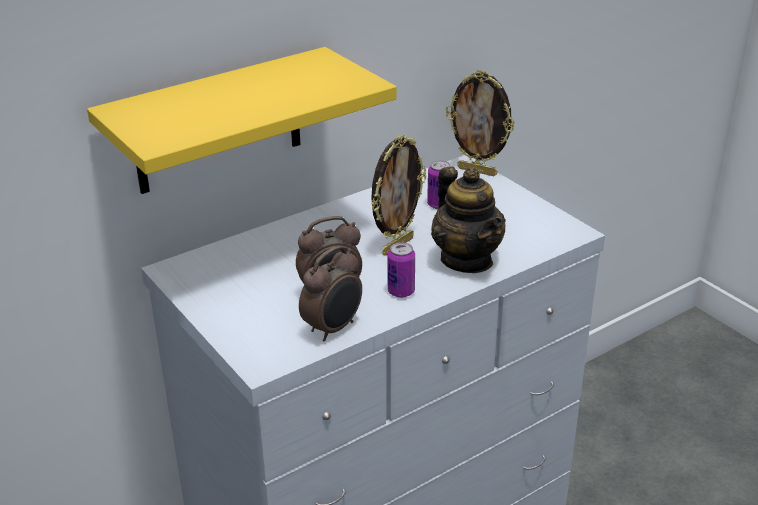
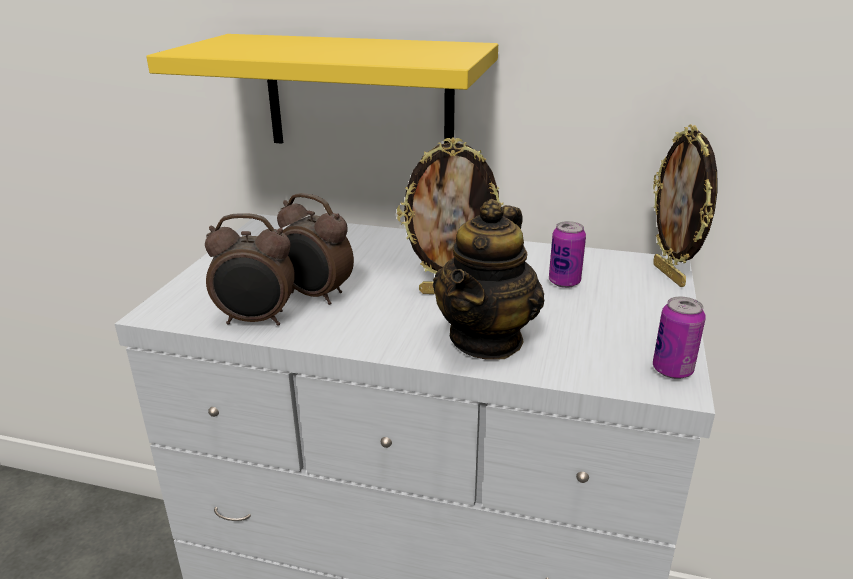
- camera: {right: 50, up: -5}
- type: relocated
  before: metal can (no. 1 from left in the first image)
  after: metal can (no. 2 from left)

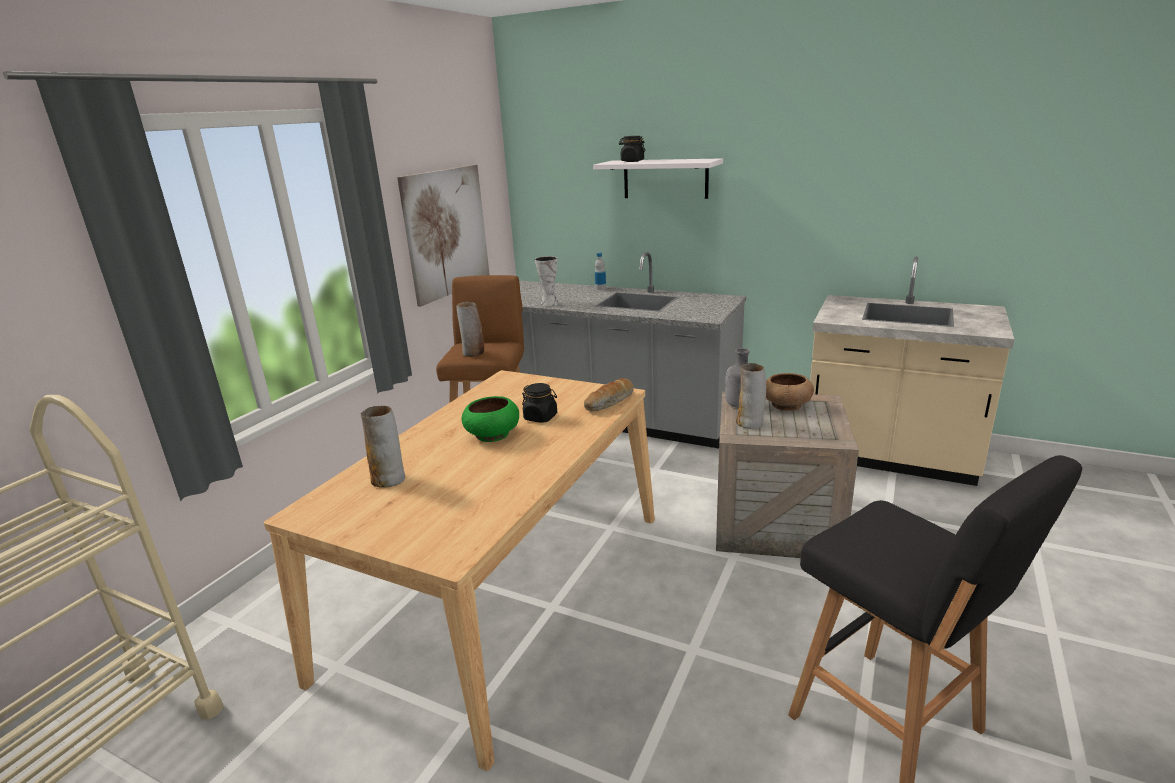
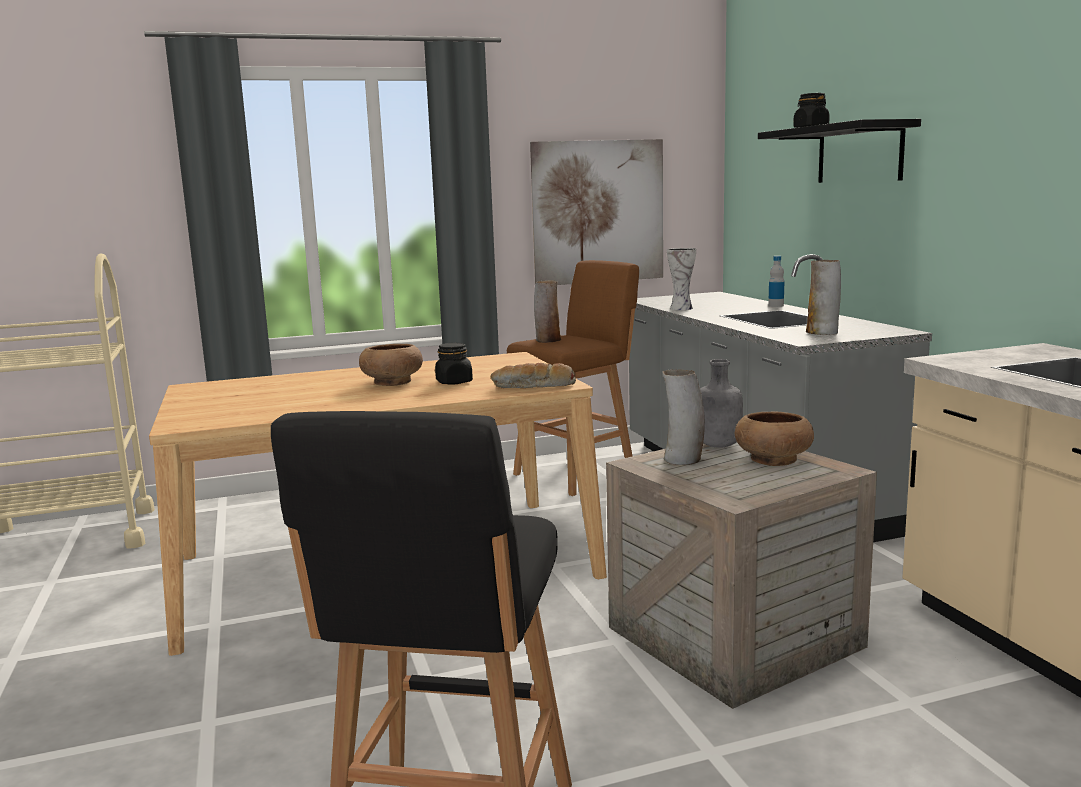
- camera: {right: 45, up: -10}
- type: colour
  before: bracket shelf (white)
  after: bracket shelf (black)
- type: colour
  before: deep dish (green-coloured)
  after: deep dish (brown) (no. 1 from left)
- type: relocated
  before: flower vase (no. 1 from left in the first image)
  after: flower vase (no. 4 from left)

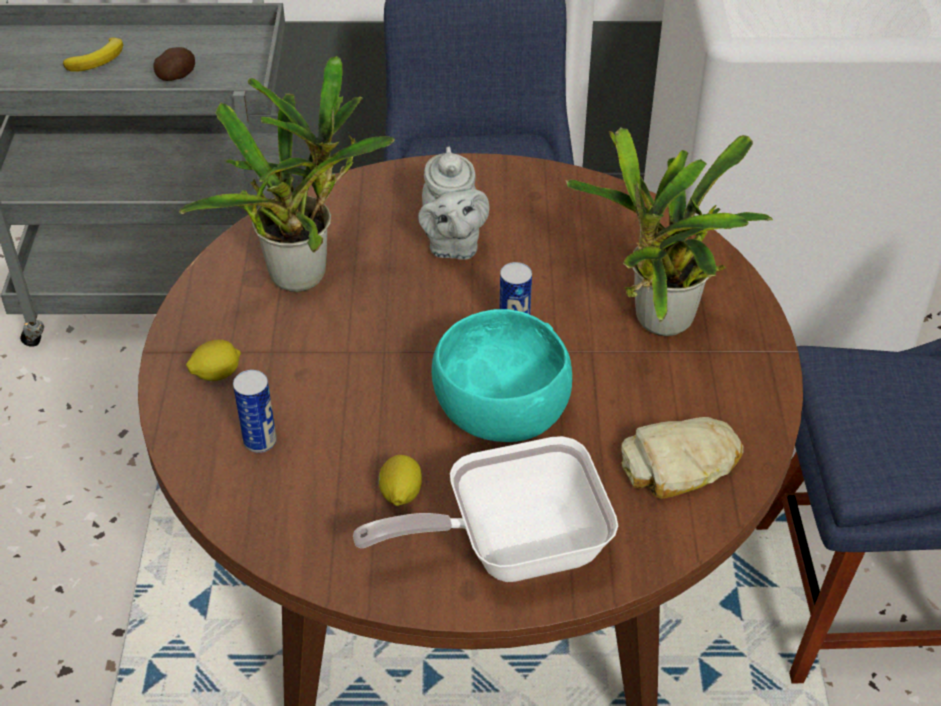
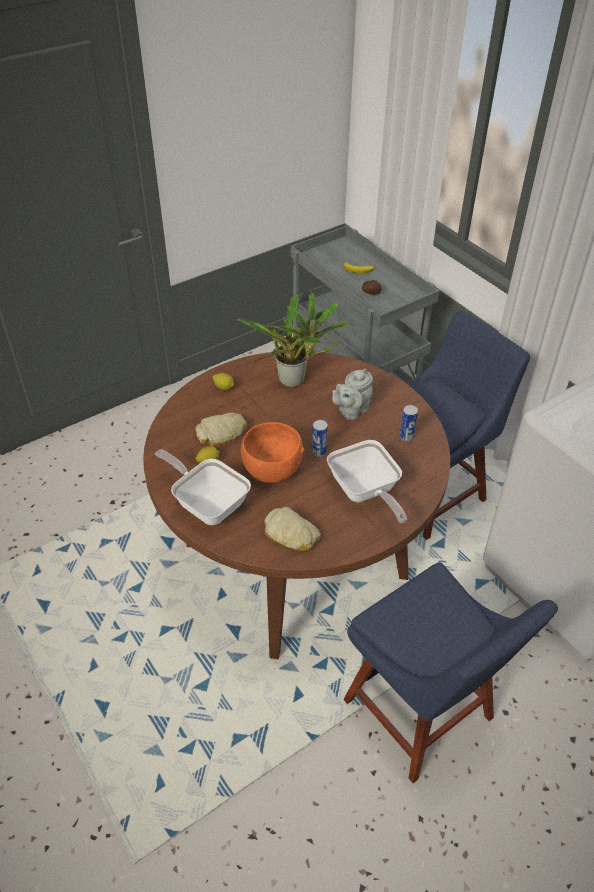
- camera: {right: 55, up: 0}
- type: exchanged
  before: plant in a pot (no. 2 from left)
  after: skillet (no. 2 from left)
- type: colour
  before: deep dish (turquoise-coloured)
  after: deep dish (orangey)
- type: relocated
  before: metal can (no. 1 from left in the first image)
  after: metal can (no. 2 from left)
- type: appeared
  after: bakery bread (no. 1 from left)

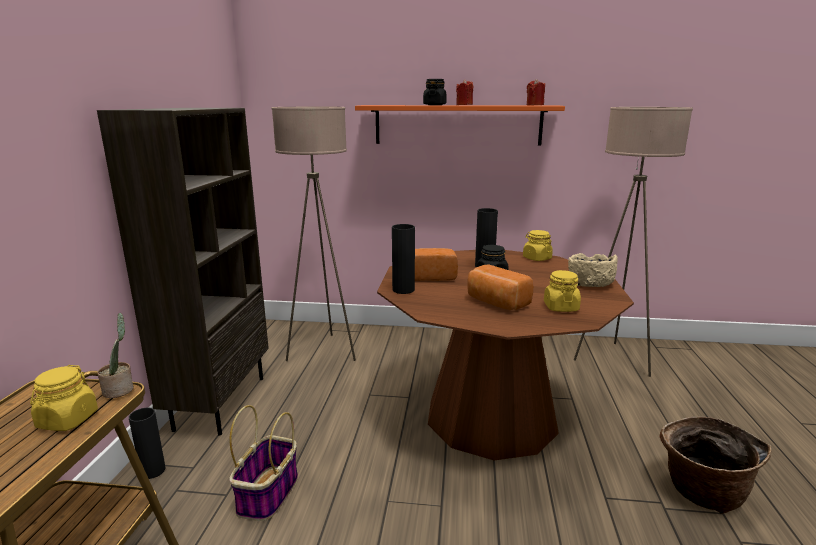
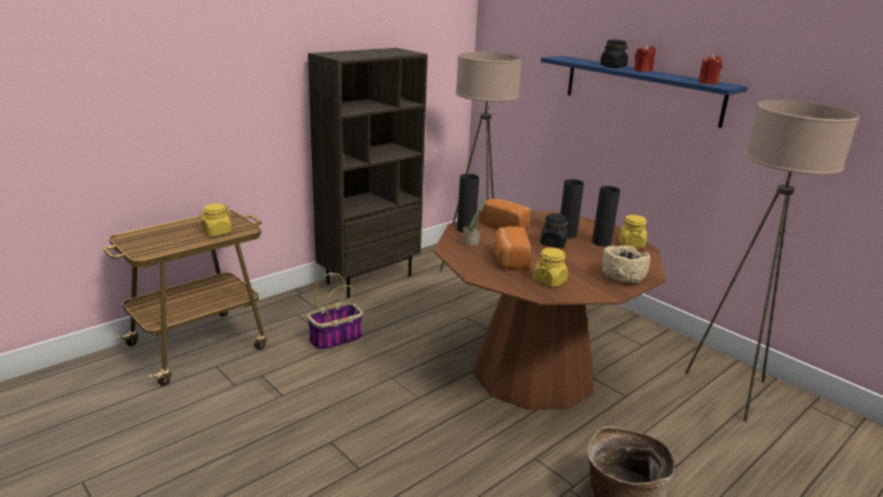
- camera: {right: 40, up: 5}
- type: colour
  before: bracket shelf (orangey)
  after: bracket shelf (blue)
- type: relocated
  before: plant in a pot
- type: relocated
  before: flower vase (black) (no. 1 from left in the first image)
  after: flower vase (black) (no. 3 from left)

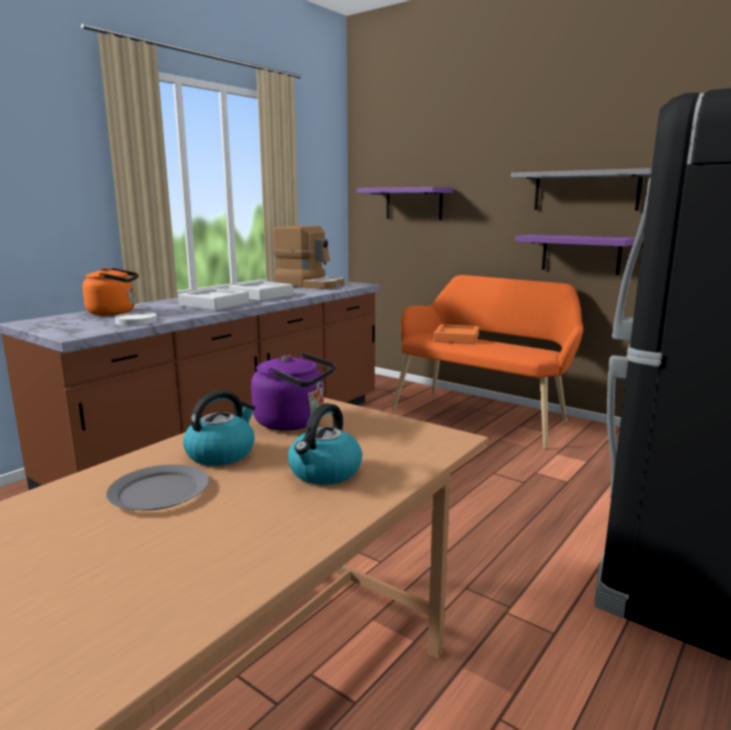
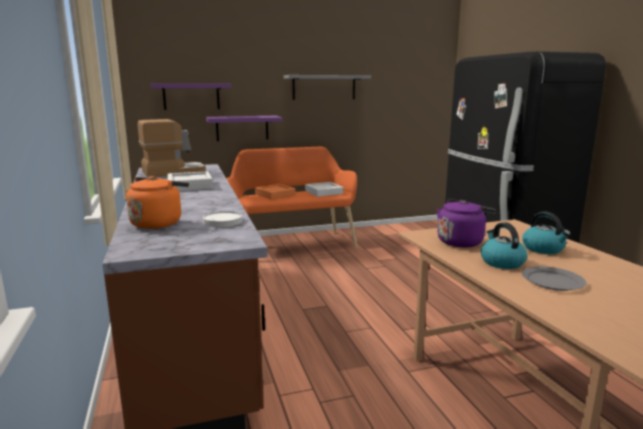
- camera: {right: -55, up: 0}
- type: relocated
  before: bracket shelf (purple-coloured) (no. 2 from left)
- type: relocated
  before: serving tray (gray) (no. 1 from left in the first image)
  after: serving tray (gray) (no. 2 from left)

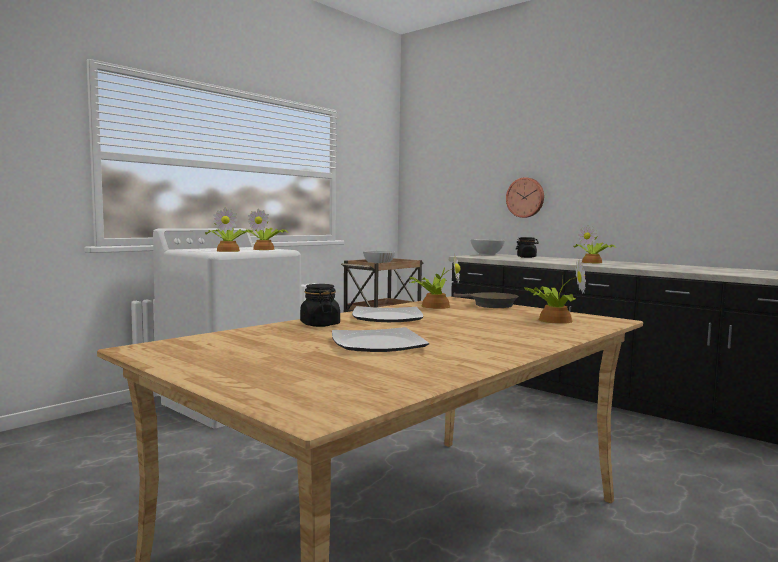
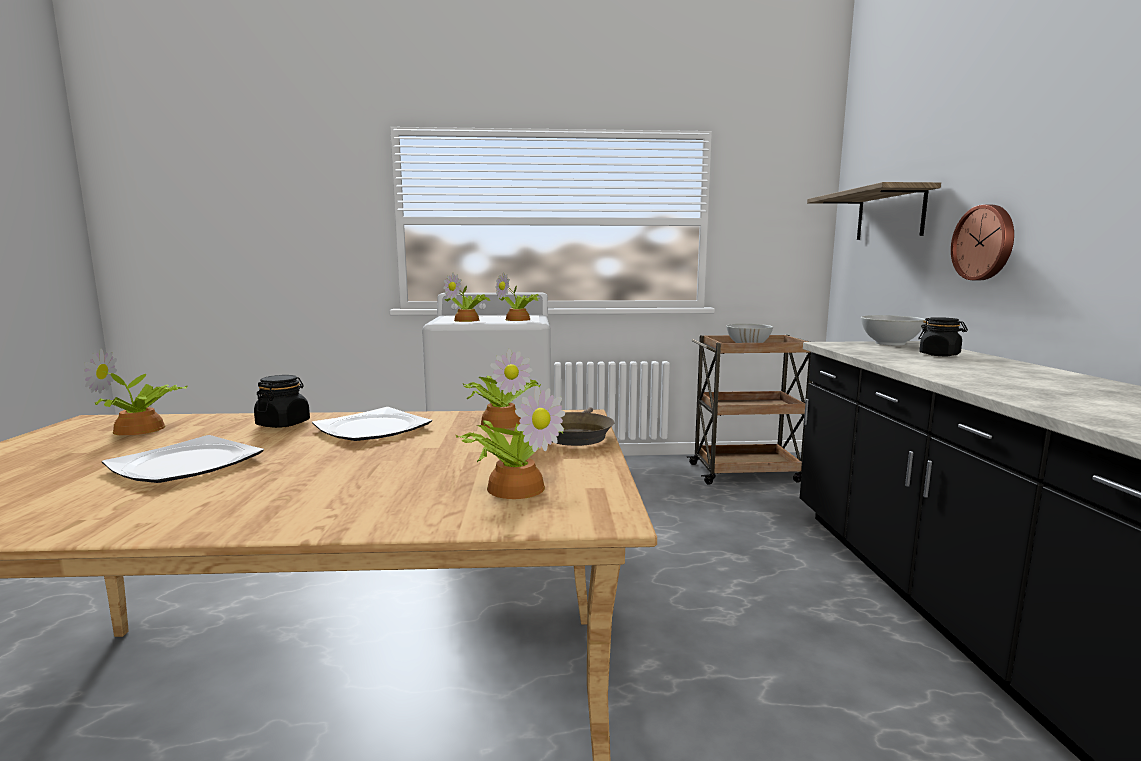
- camera: {right: 45, up: 5}
- type: relocated
  before: plant in a pot (no. 5 from left in the first image)
  after: plant in a pot (no. 1 from left)
- type: appeared
  after: bracket shelf

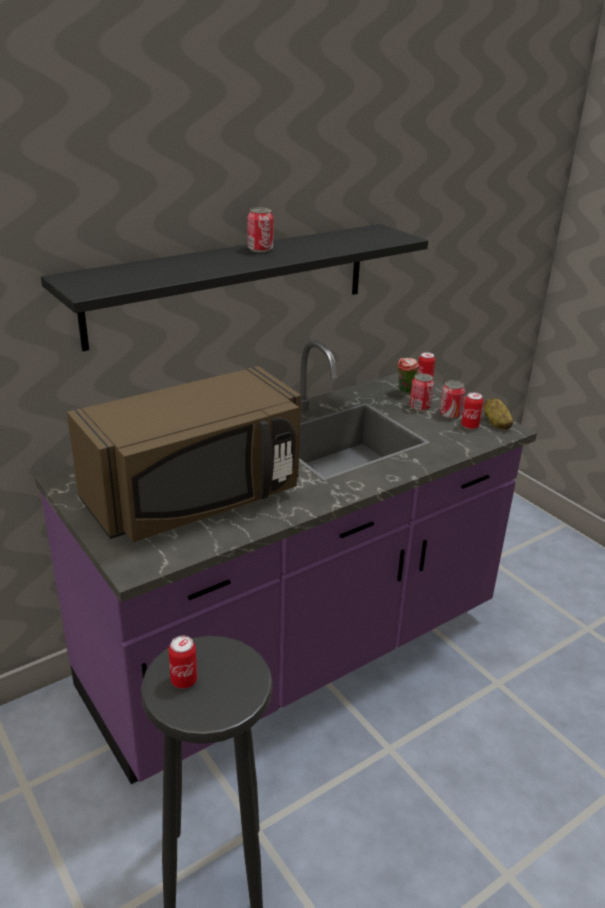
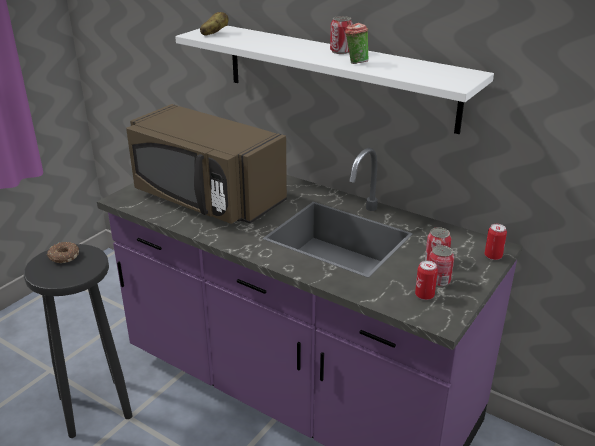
- camera: {right: 70, up: 0}
- type: colour
  before: bracket shelf (black)
  after: bracket shelf (white)
- type: relocated
  before: small cup
- type: relocated
  before: whole potato
- type: exchanged
  before: metal can (no. 1 from left)
  after: donut

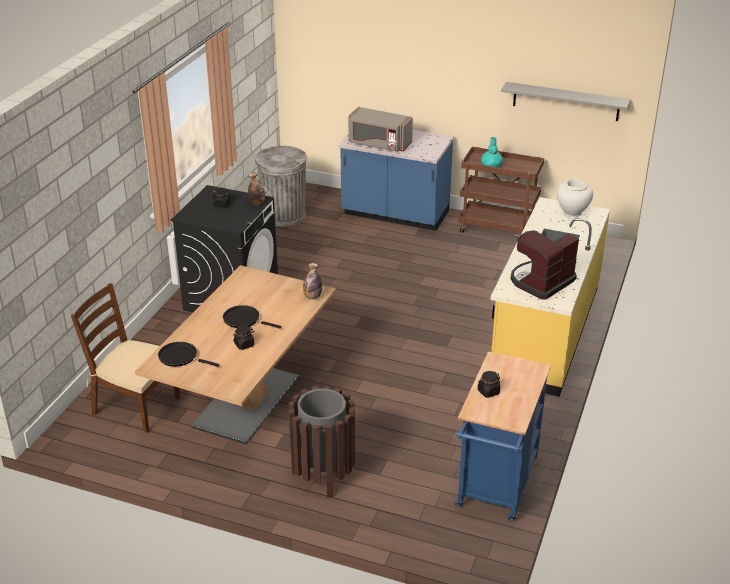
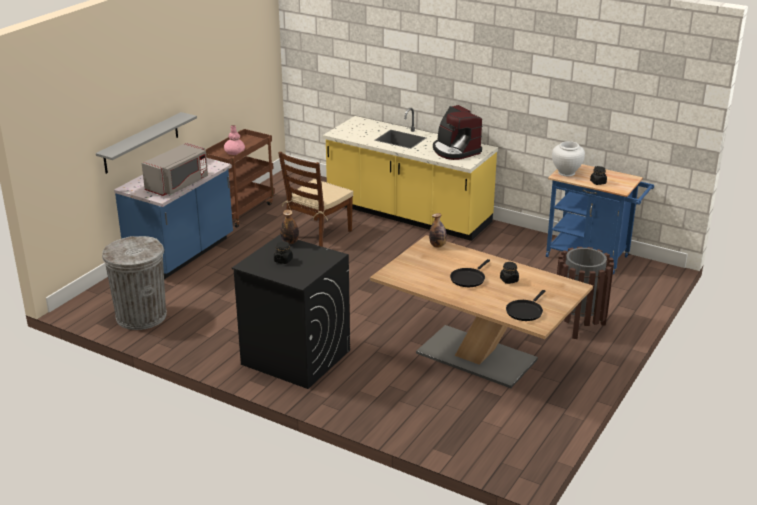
- camera: {right: -80, up: -5}
- type: relocated
  before: bracket shelf (gray)
- type: colour
  before: flower vase (turquoise-coloured)
  after: flower vase (pinkish)
- type: relocated
  before: flower vase (white)
- type: relocated
  before: upright chair (brown)

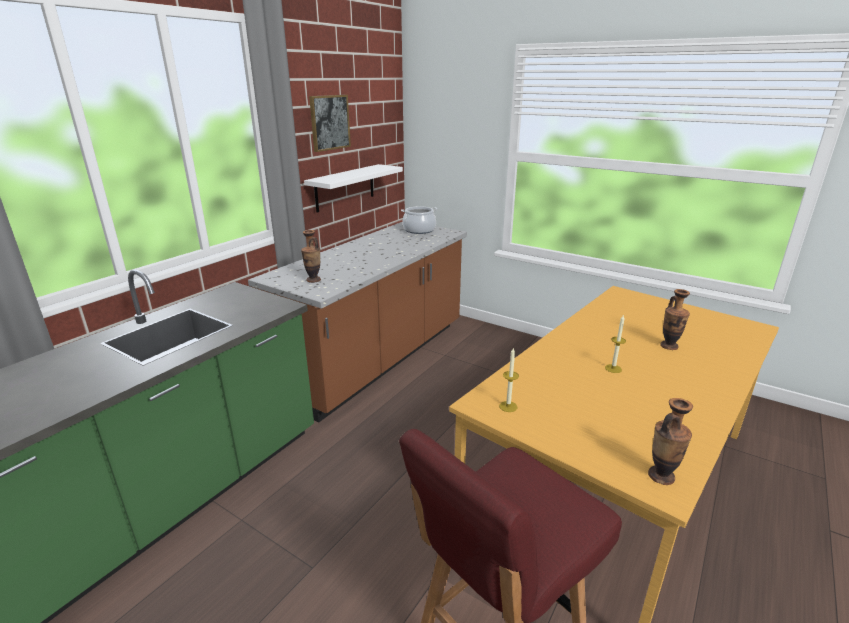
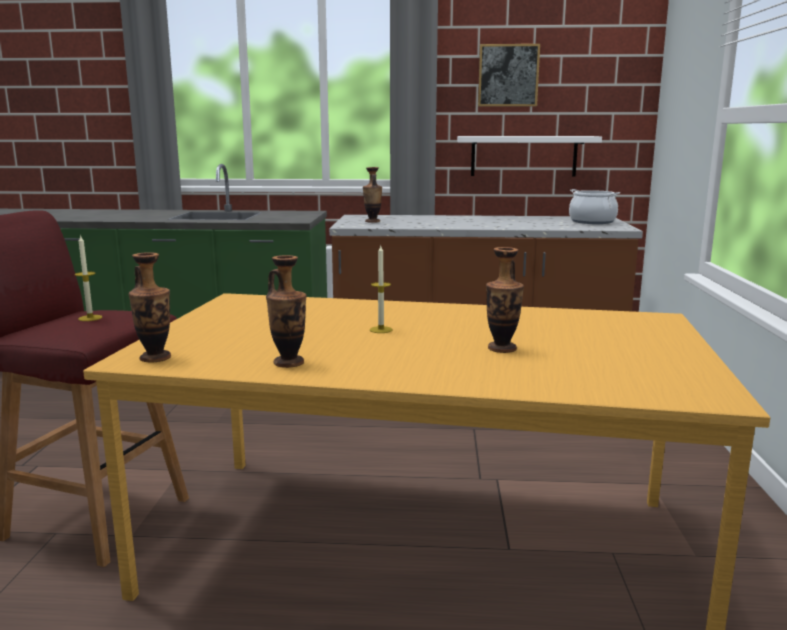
- camera: {right: 60, up: -10}
- type: relocated
  before: wax candle (no. 1 from left)
- type: appeared
  after: flower vase (no. 2 from left)

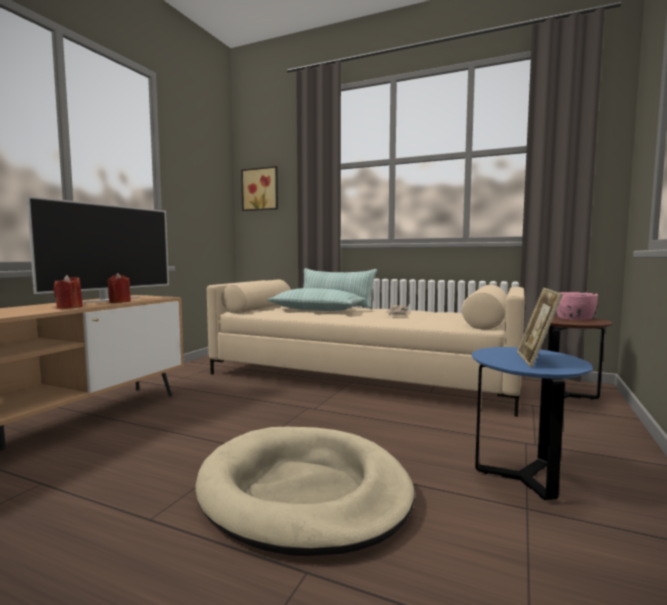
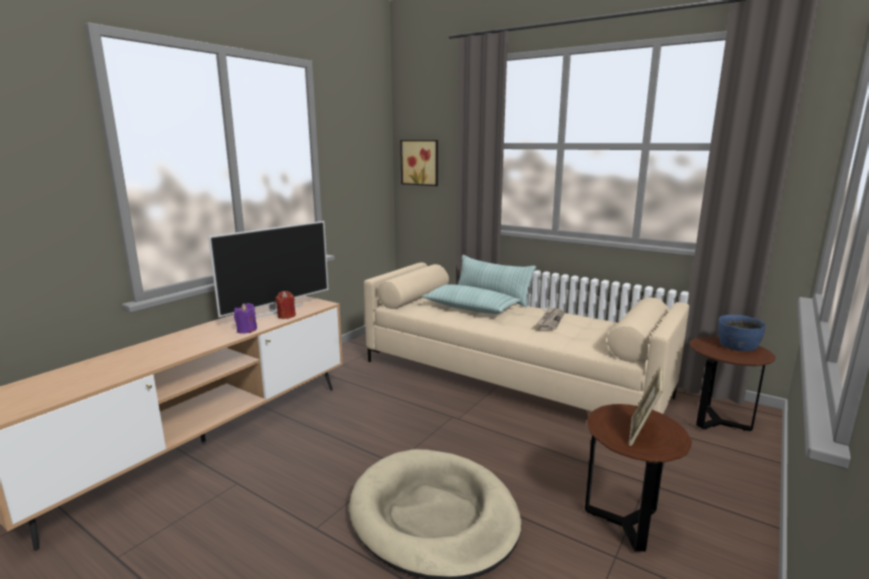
- camera: {right: 10, up: 10}
- type: colour
  before: wax candle (reddish) (no. 1 from left)
  after: wax candle (purple-coloured)
- type: colour
  before: deep dish (pinkish)
  after: deep dish (blue)
- type: colour
  before: end table (blue)
  after: end table (brown) (no. 1 from left)

